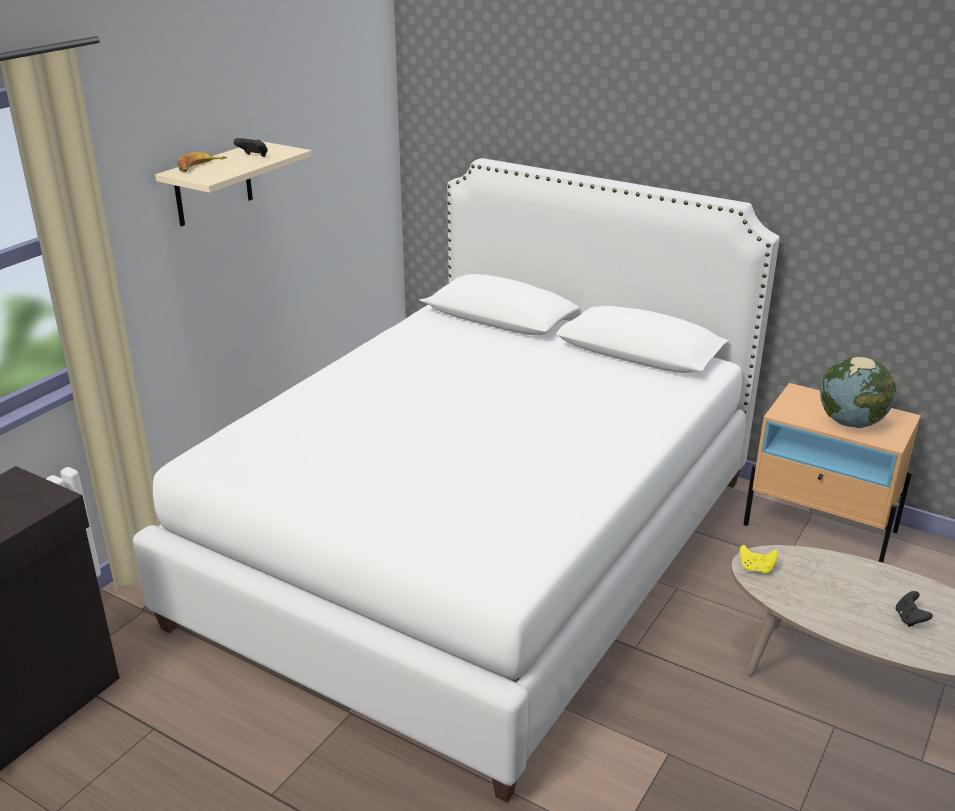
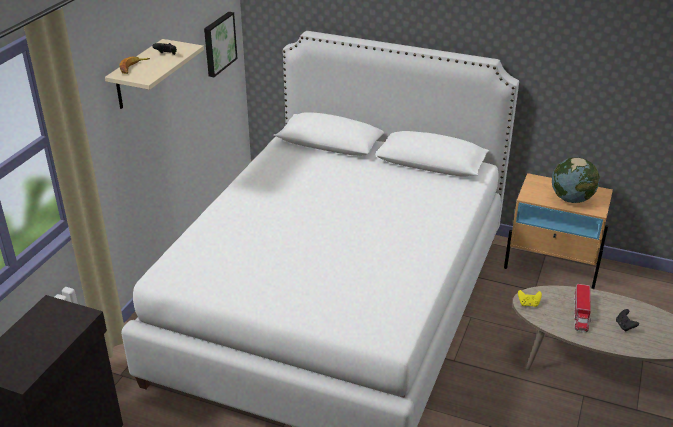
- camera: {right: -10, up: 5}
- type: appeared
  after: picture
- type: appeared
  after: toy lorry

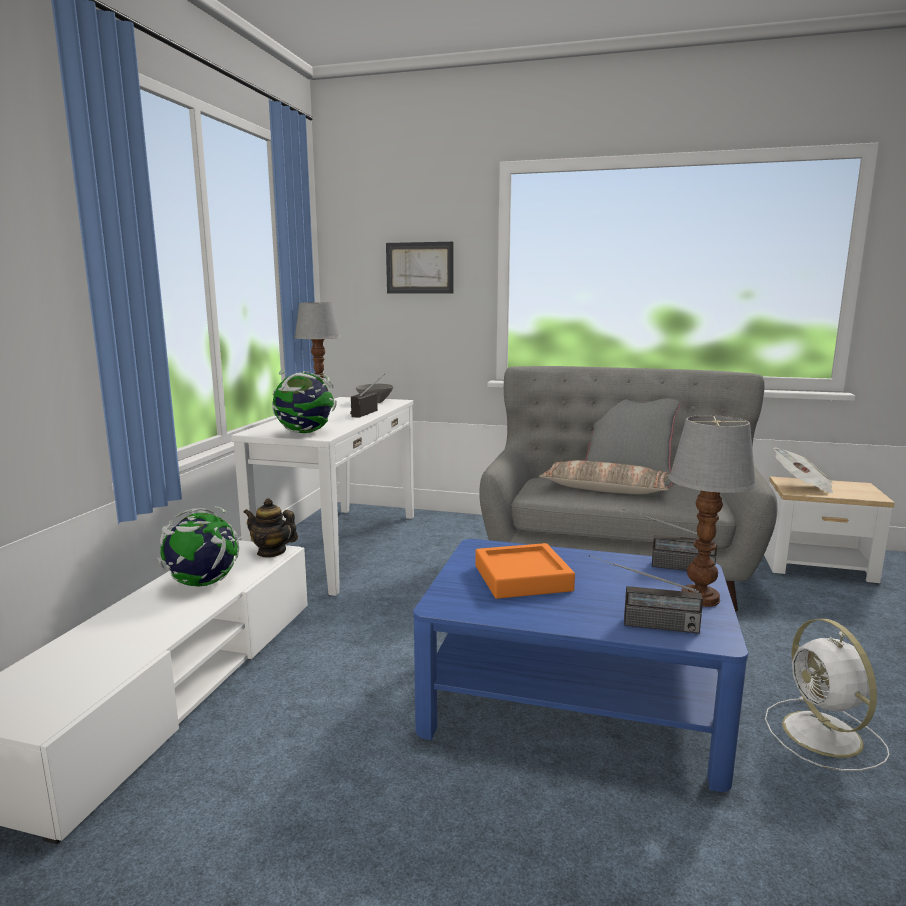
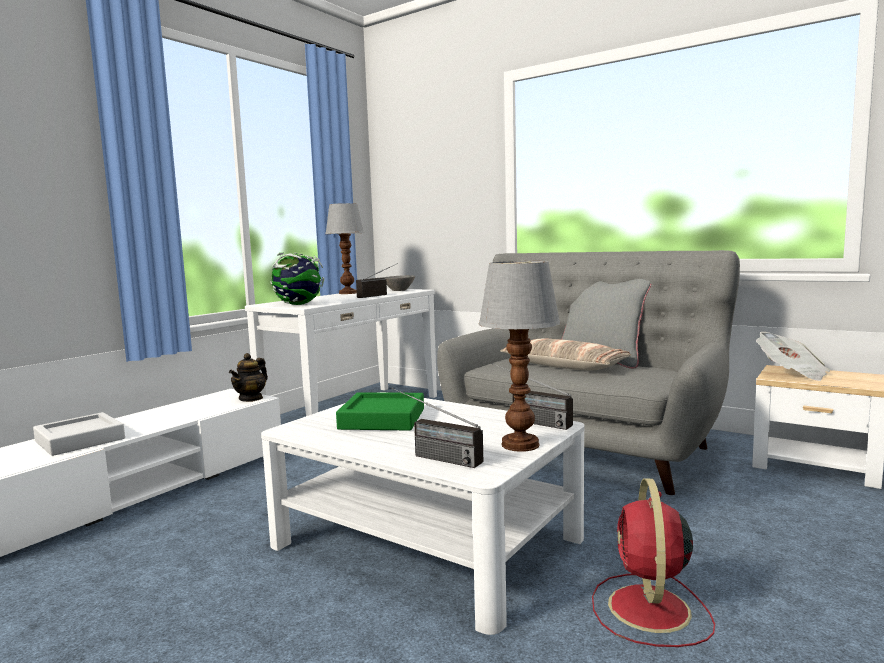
- camera: {right: 20, up: -5}
- type: missing
  before: picture
- type: spun
  before: teapot
  turn: -105
- type: missing
  before: world globe (no. 1 from left)
- type: colour
  before: coffee table (blue)
  after: coffee table (white)
- type: colour
  before: serving tray (orangey)
  after: serving tray (green-coloured)
- type: colour
  before: electric fan (white)
  after: electric fan (reddish)
- type: appeared
  after: serving tray (gray)

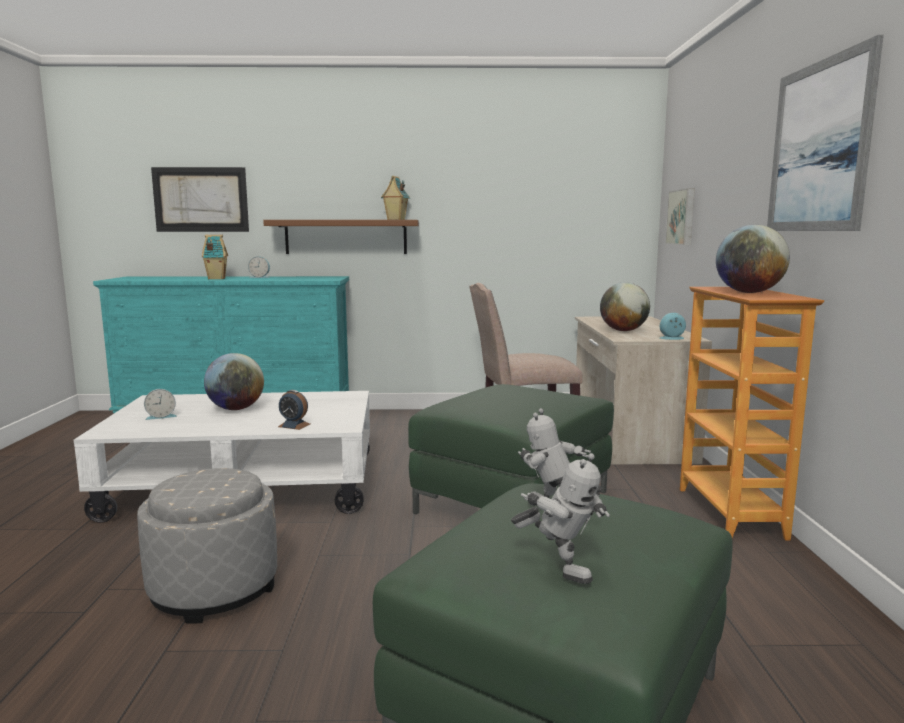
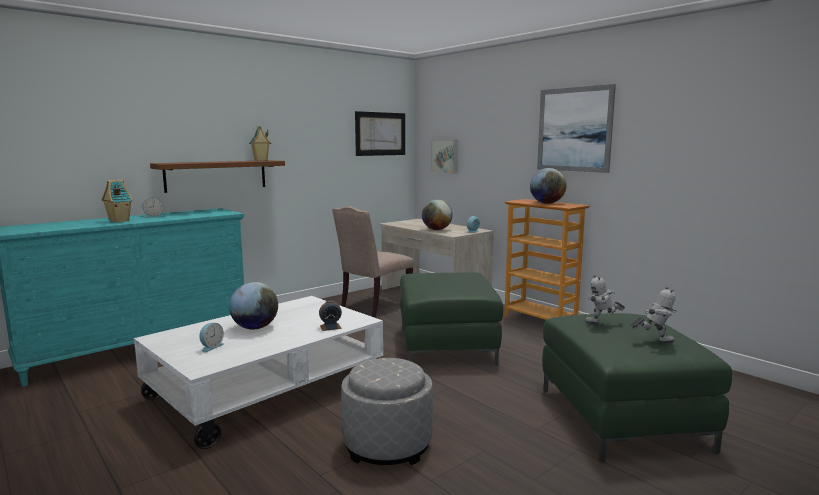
- camera: {right: -40, up: 0}
- type: relocated
  before: picture (no. 1 from left)

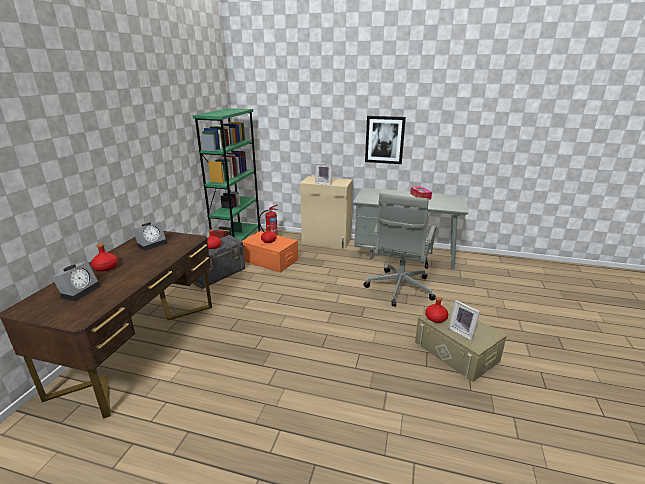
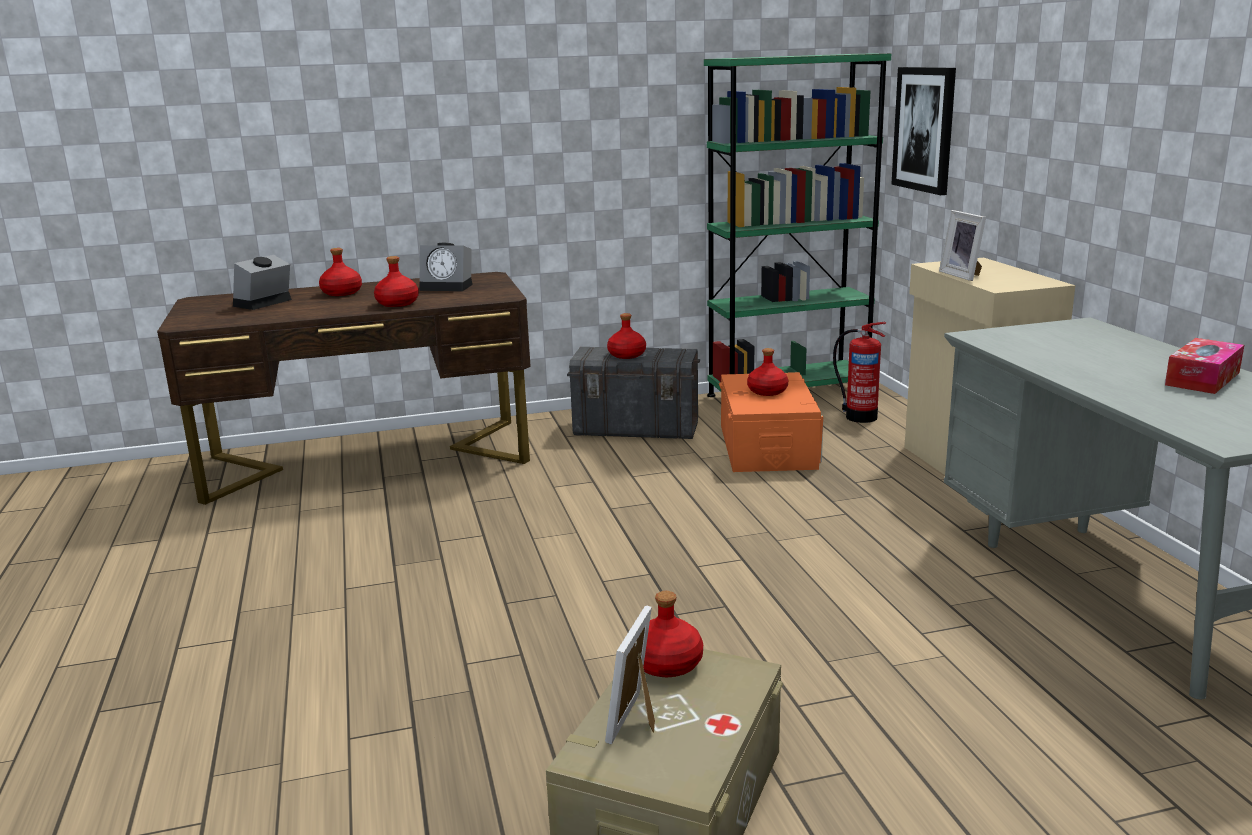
- camera: {right: 60, up: -5}
- type: relocated
  before: picture
- type: missing
  before: desk chair (gray)
- type: spun
  before: table clock (no. 1 from left)
  turn: 135
- type: appeared
  after: drink bottle (reddish) (no. 2 from left)

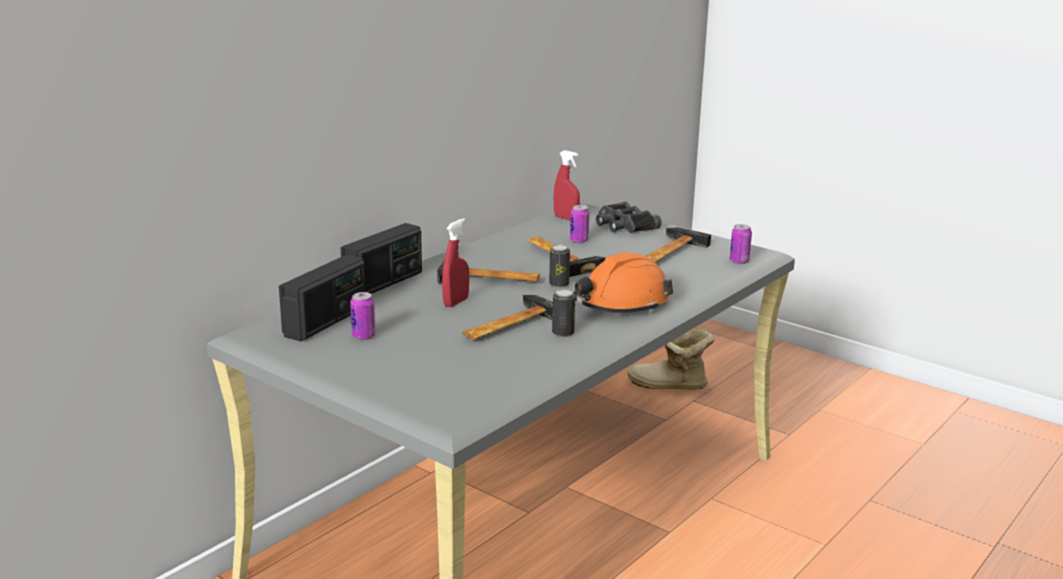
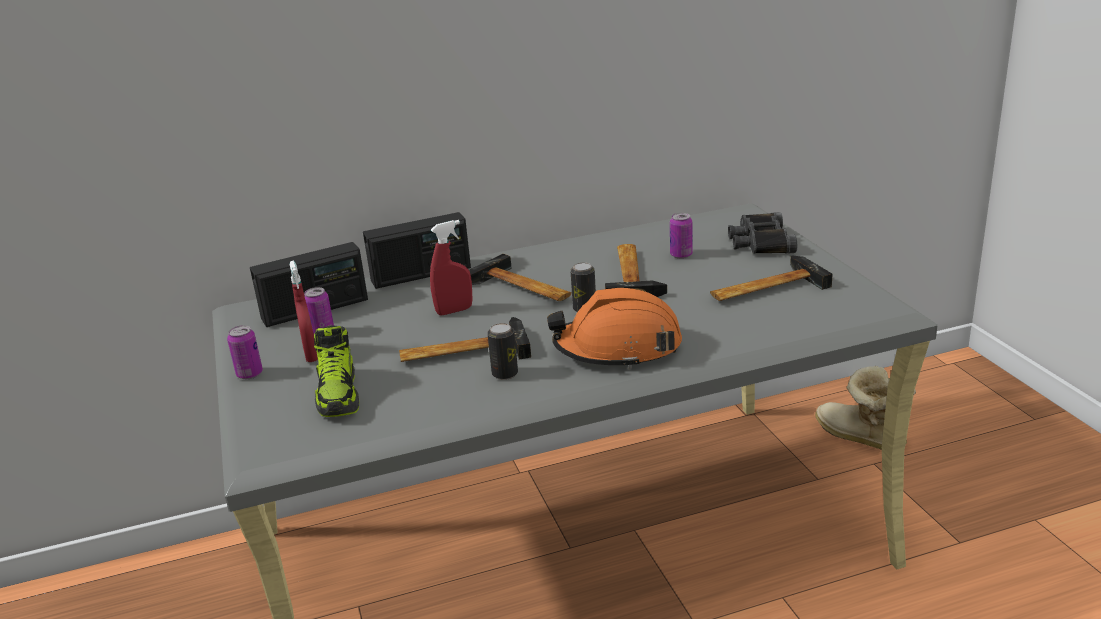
- camera: {right: 35, up: 5}
- type: relocated
  before: sprayer (reddish) (no. 2 from left in the first image)
  after: sprayer (reddish) (no. 1 from left)
- type: relocated
  before: metal can (no. 5 from left in the first image)
  after: metal can (no. 1 from left)
- type: appeared
  after: shoe

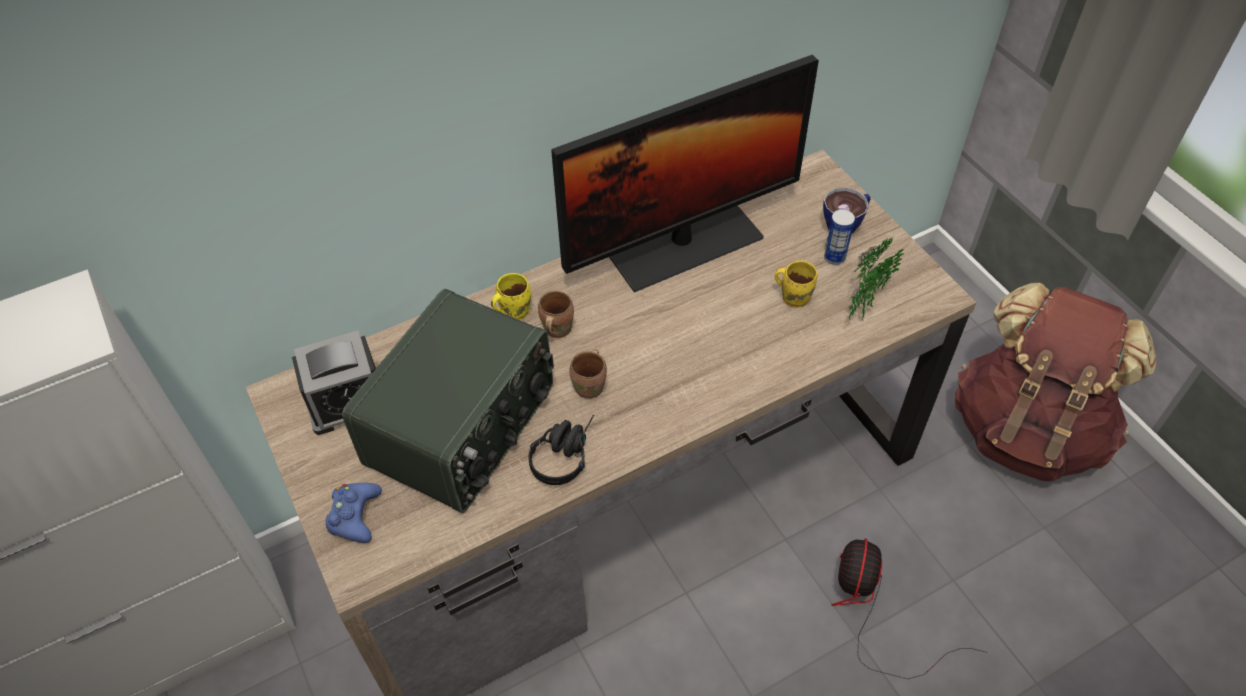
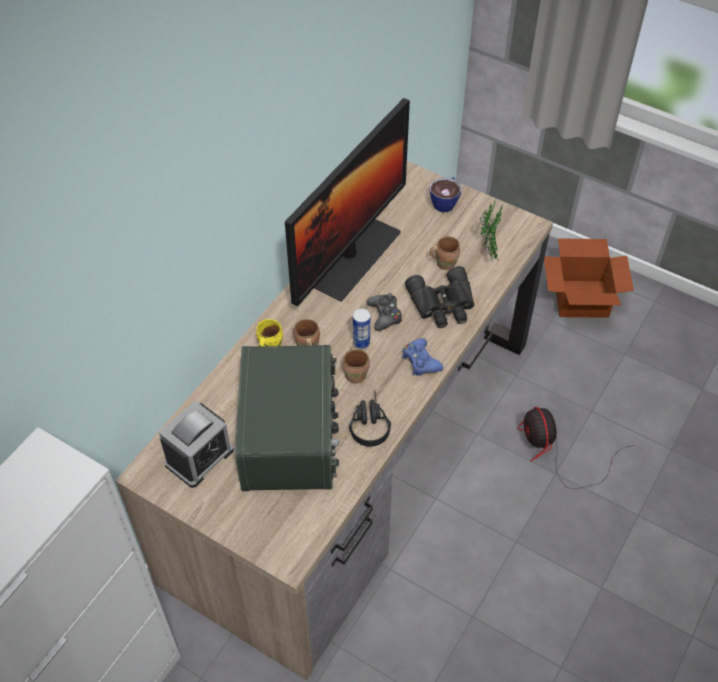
- camera: {right: -30, up: 0}
- type: relocated
  before: metal can
- type: colour
  before: coffee mug (yellow-coloured) (no. 2 from left)
  after: coffee mug (brown) (no. 3 from left)
- type: exchanged
  before: rucksack (brown)
  after: cardboard box
- type: relocated
  before: joypad (blue)
- type: appeared
  after: pair of binoculars (black)
- type: appeared
  after: joypad (black)

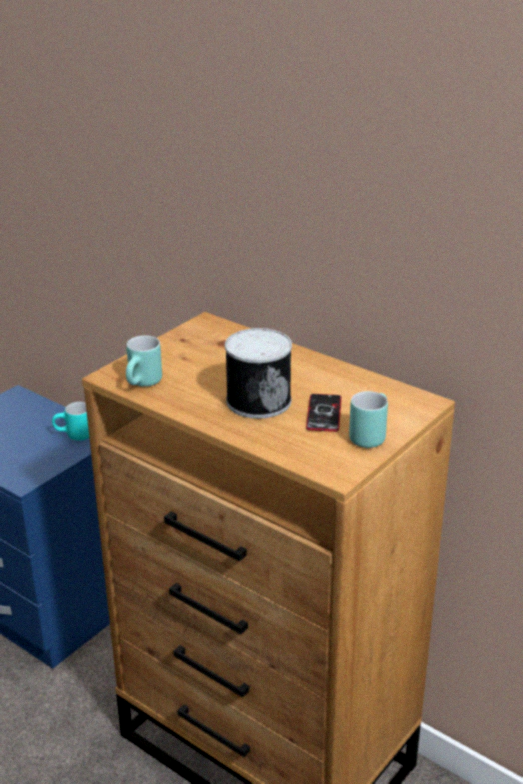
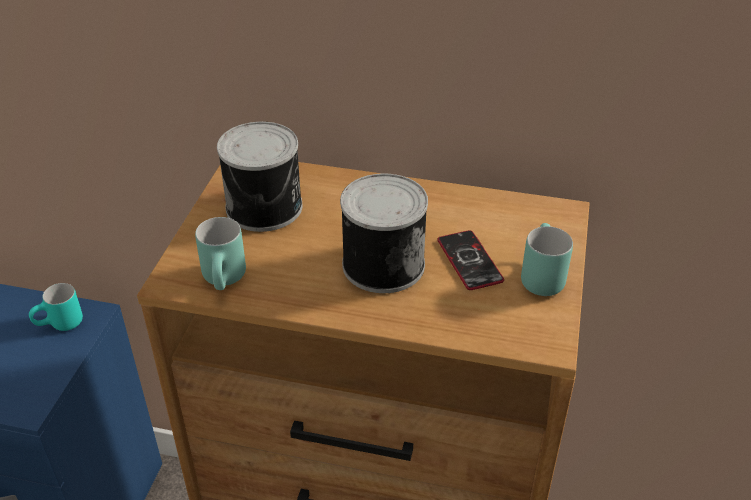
- camera: {right: -25, up: 10}
- type: appeared
  after: metal can (no. 1 from left)

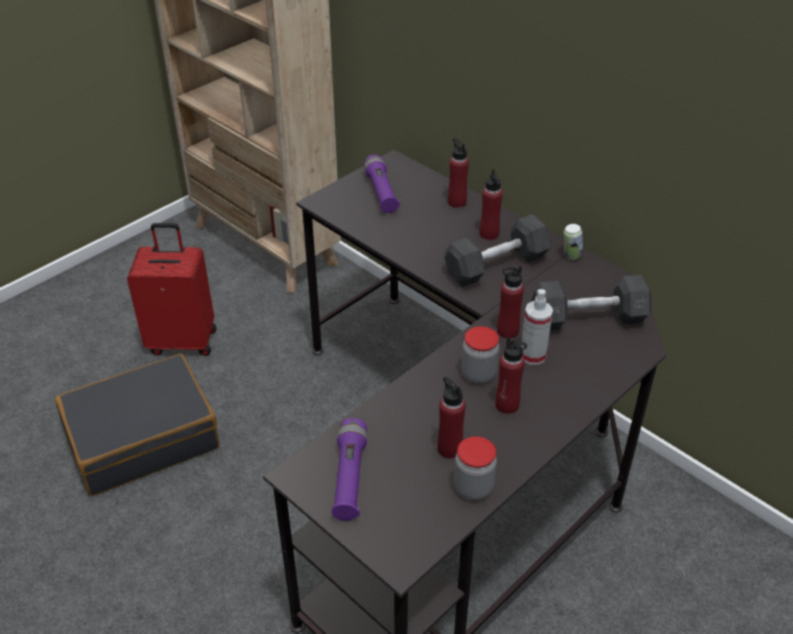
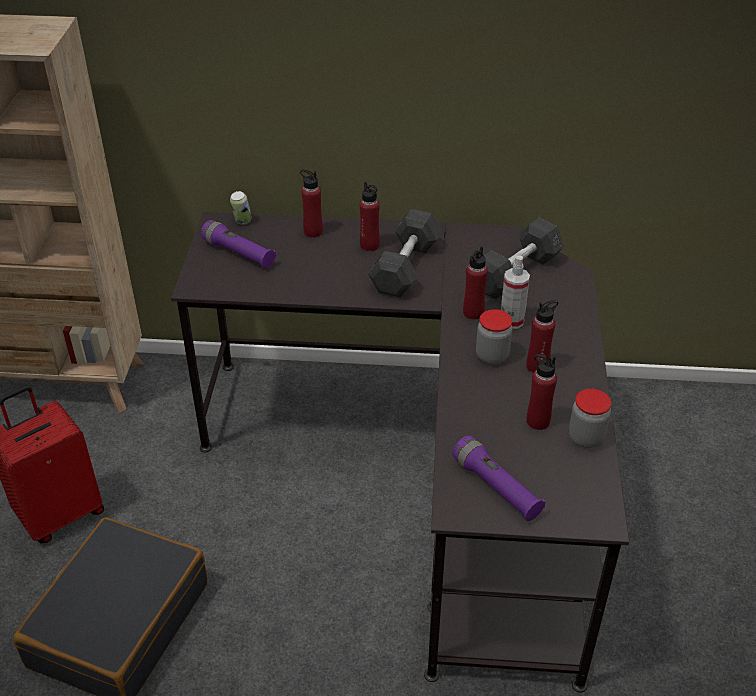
- camera: {right: -40, up: 0}
- type: relocated
  before: metal can

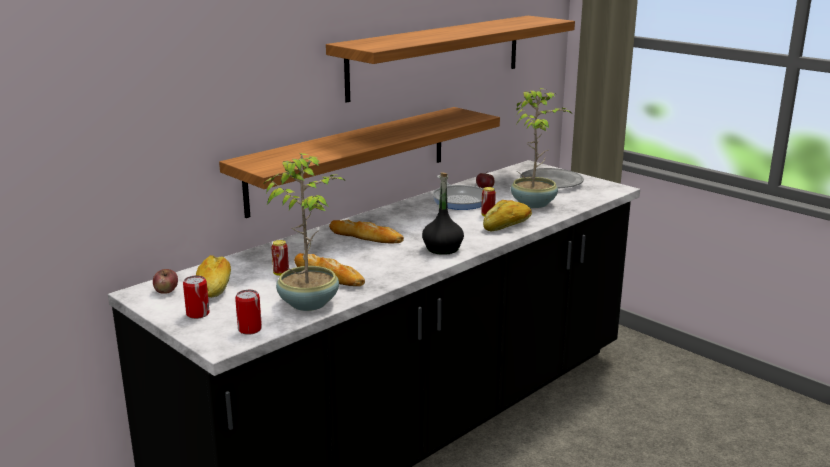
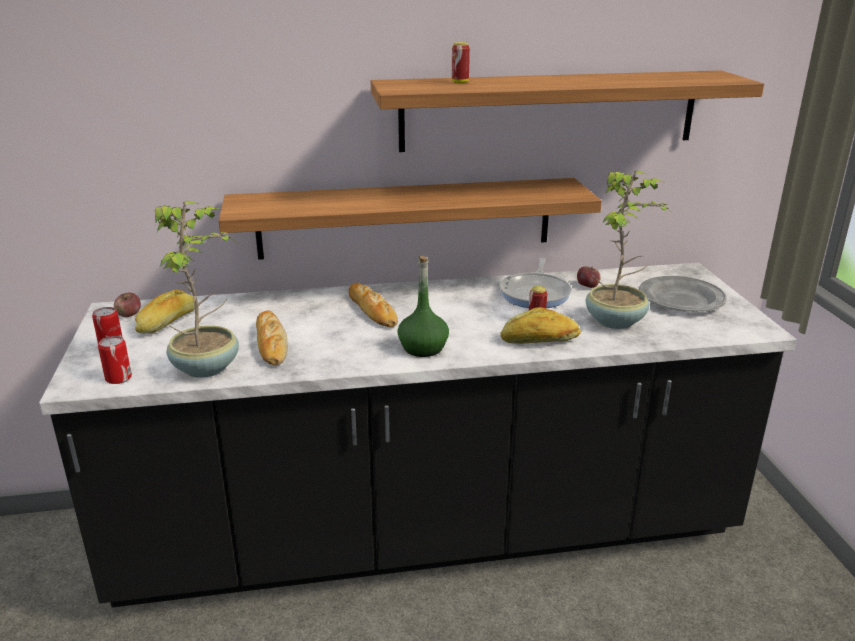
- camera: {right: 35, up: 5}
- type: colour
  before: drink bottle (black)
  after: drink bottle (green-coloured)
- type: relocated
  before: metal can (no. 3 from left)

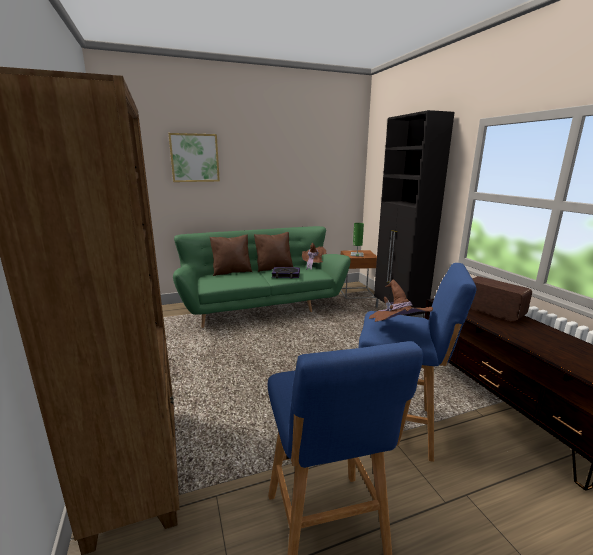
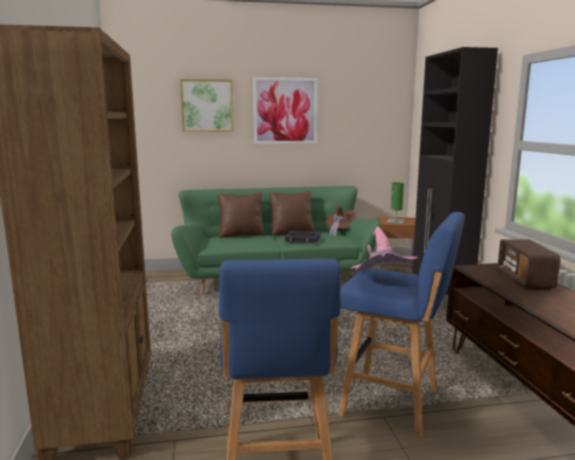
- camera: {right: 10, up: -5}
- type: spun
  before: radio
  turn: -150
- type: colour
  before: wearable hat (brown) (no. 2 from left)
  after: wearable hat (pinkish)
- type: appeared
  after: picture (no. 2 from left)

